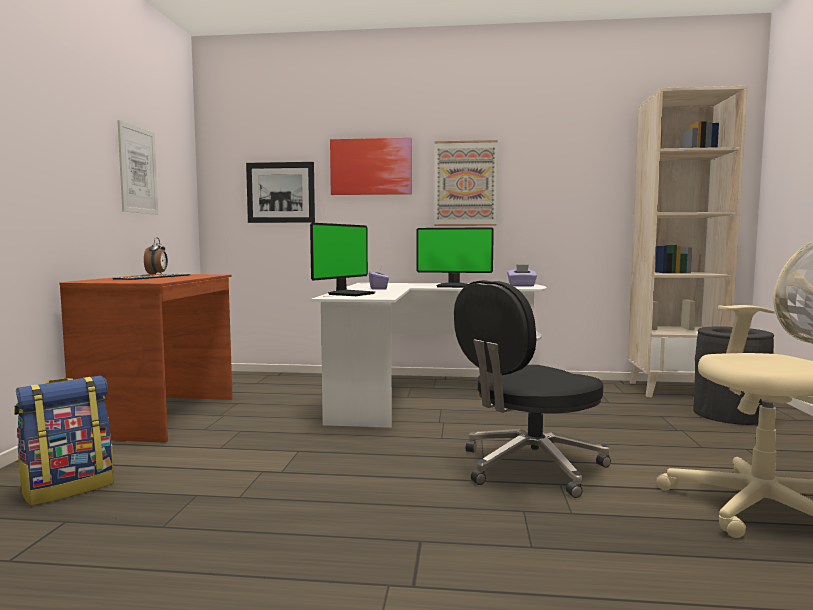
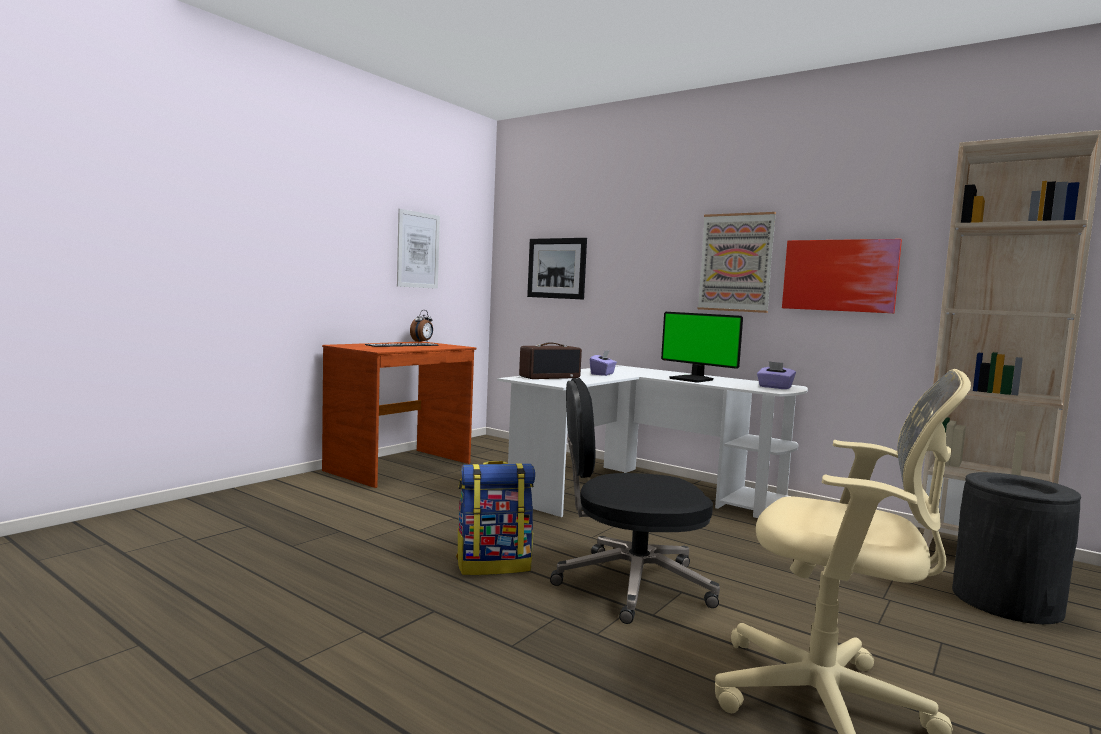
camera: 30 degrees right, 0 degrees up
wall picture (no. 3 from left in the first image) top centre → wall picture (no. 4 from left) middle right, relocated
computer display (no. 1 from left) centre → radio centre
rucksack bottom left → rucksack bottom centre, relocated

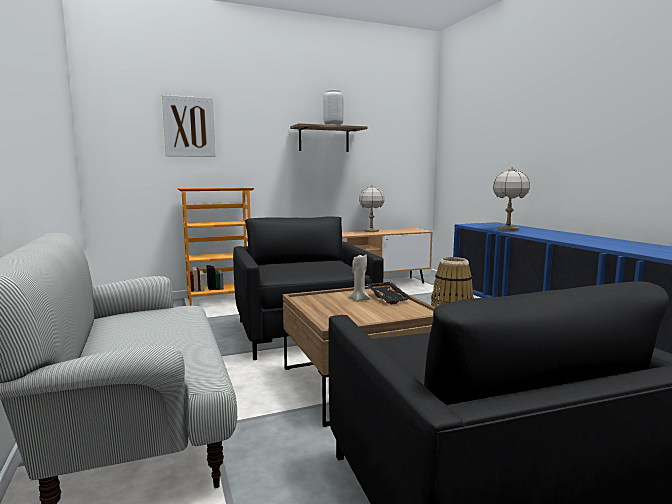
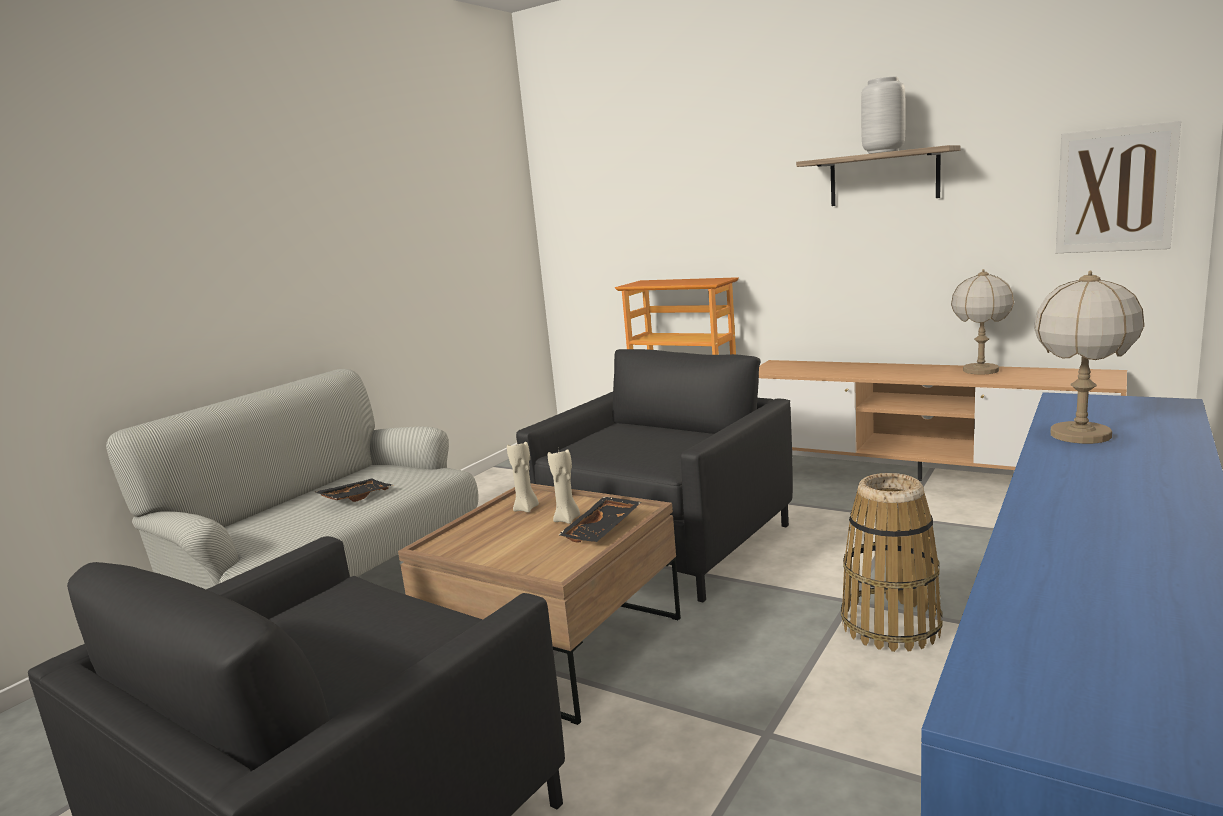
camera: 55 degrees right, 5 degrees up
wall picture top left → wall picture top right, relocated
- → candle/beige-coloured (no. 1 from left) centre
- → serving tray/black-coloured (no. 1 from left) middle left

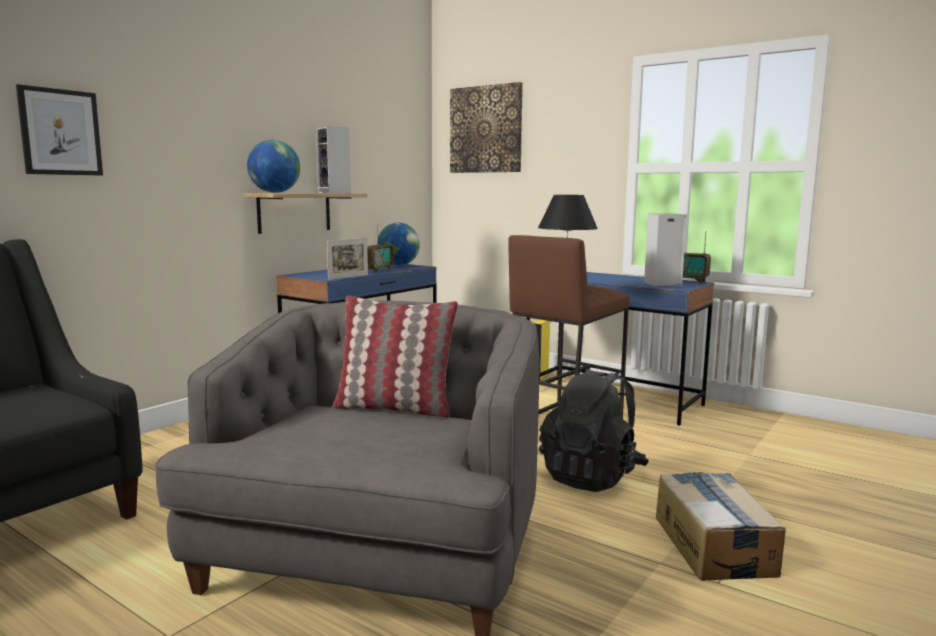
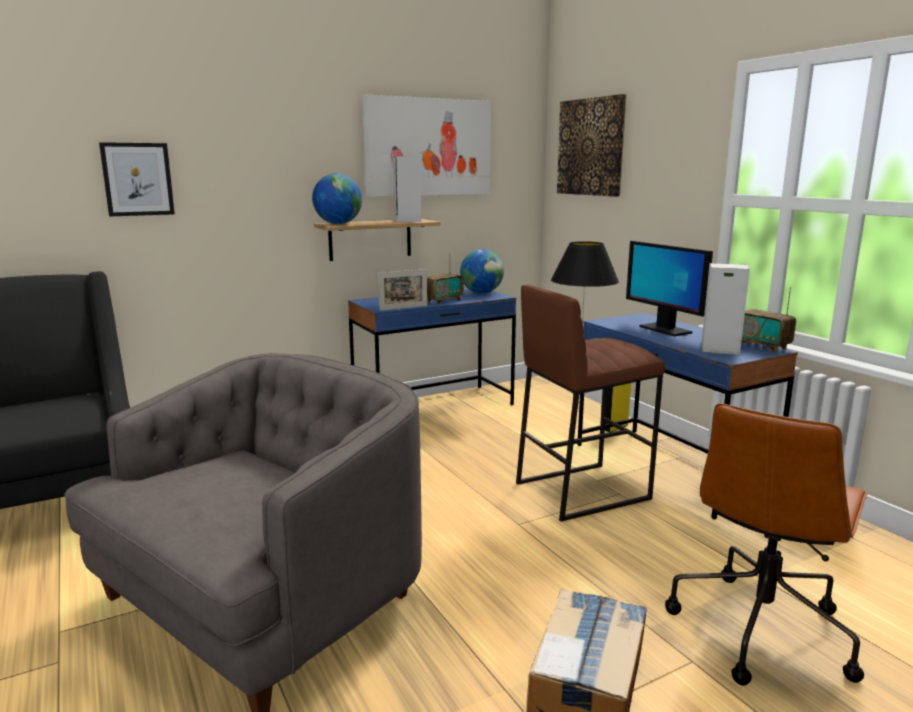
camera: 25 degrees right, 5 degrees up
throw pillow centre → -
rucksack/black-coloured bottom centre → -
- → wall picture (no. 2 from left) top centre
- → computer display middle right
- → desk chair/brown-coloured bottom right

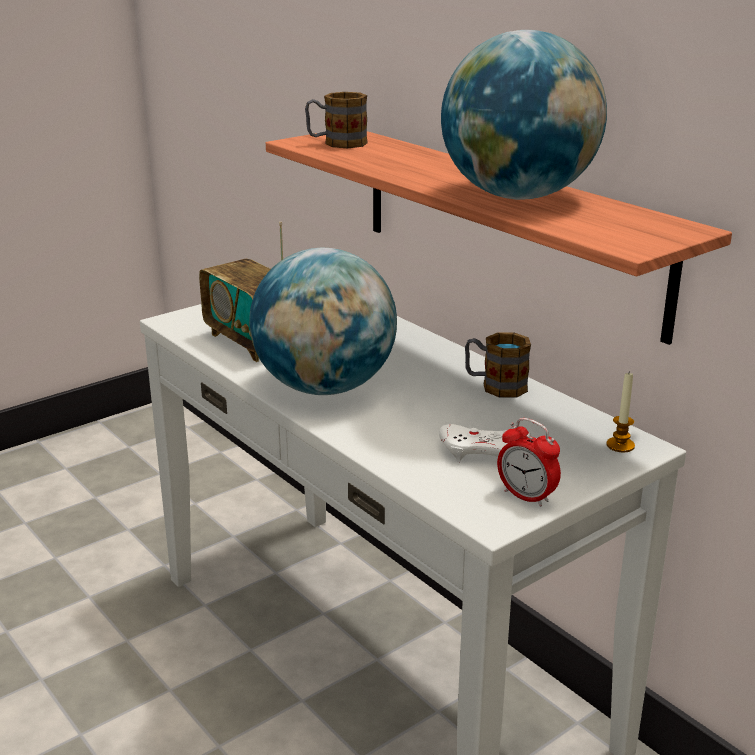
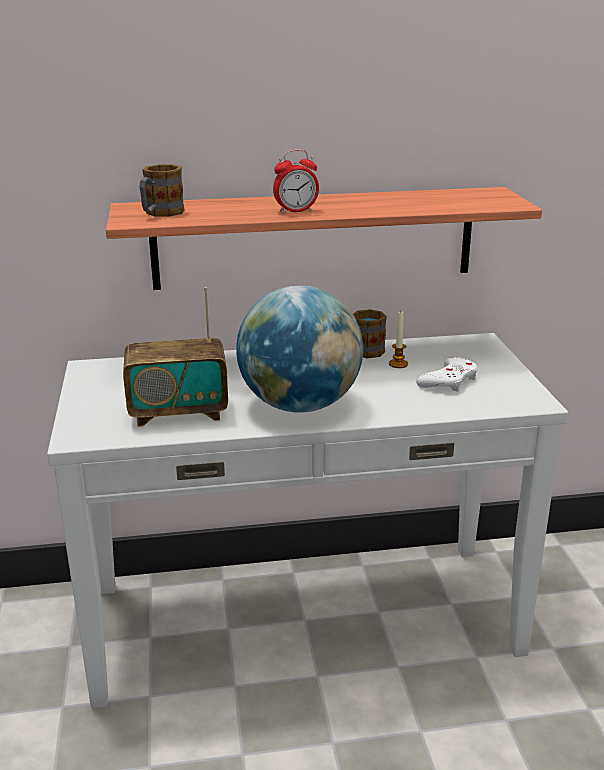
camera: 60 degrees left, 0 degrees up
world globe (no. 2 from left) top right → -
candle middle right → candle centre, relocated
bedside clock middle right → bedside clock top centre, relocated

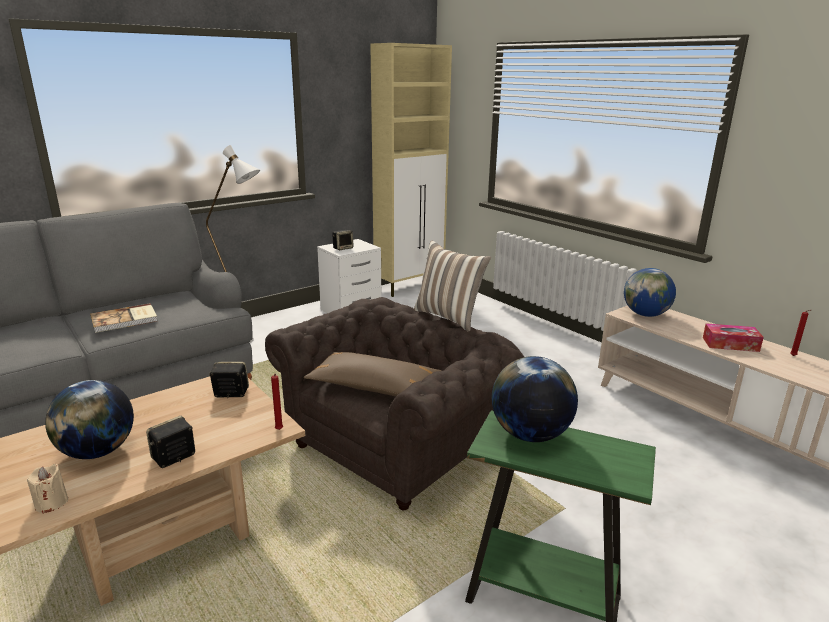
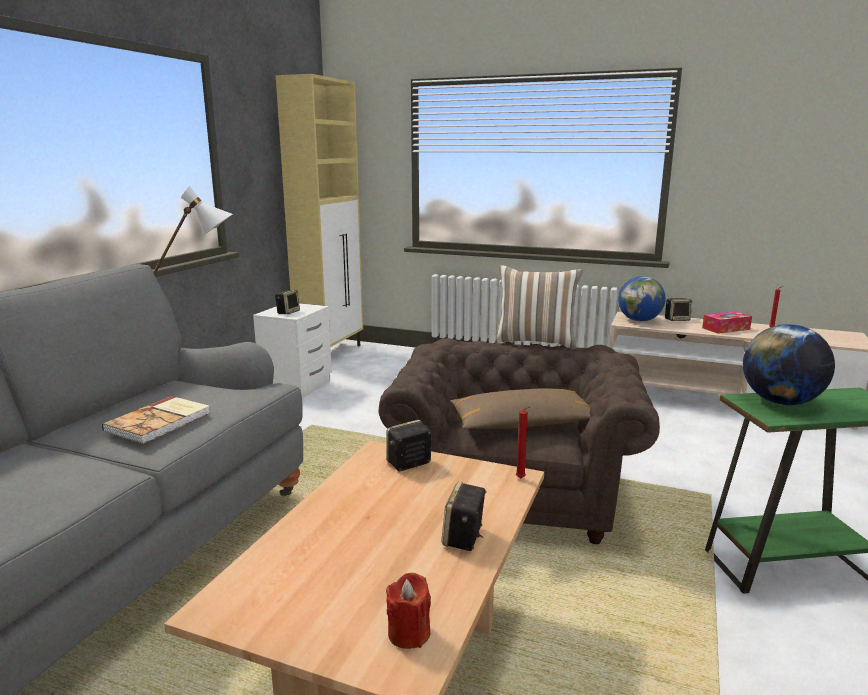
camera: 30 degrees left, 5 degrees down
world globe (no. 1 from left) bottom left → -
candle/beige-coloured bottom left → candle/reddish (no. 1 from left) bottom centre
- → loudspeaker (no. 4 from left) middle right

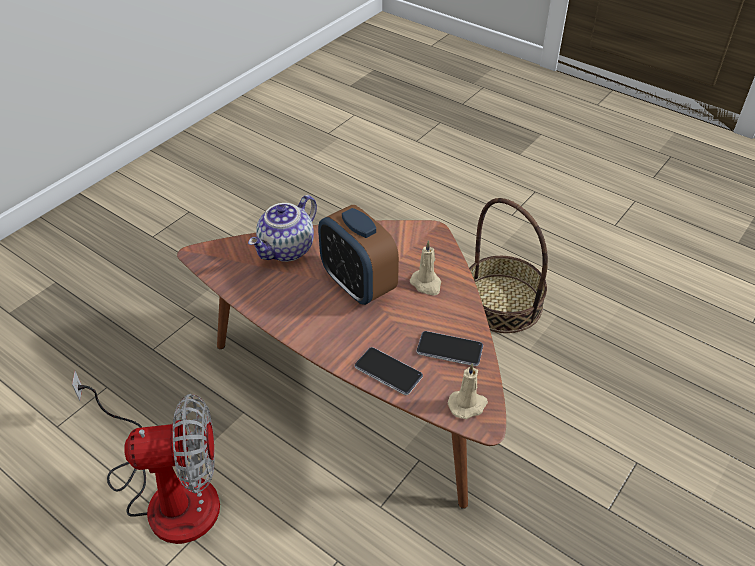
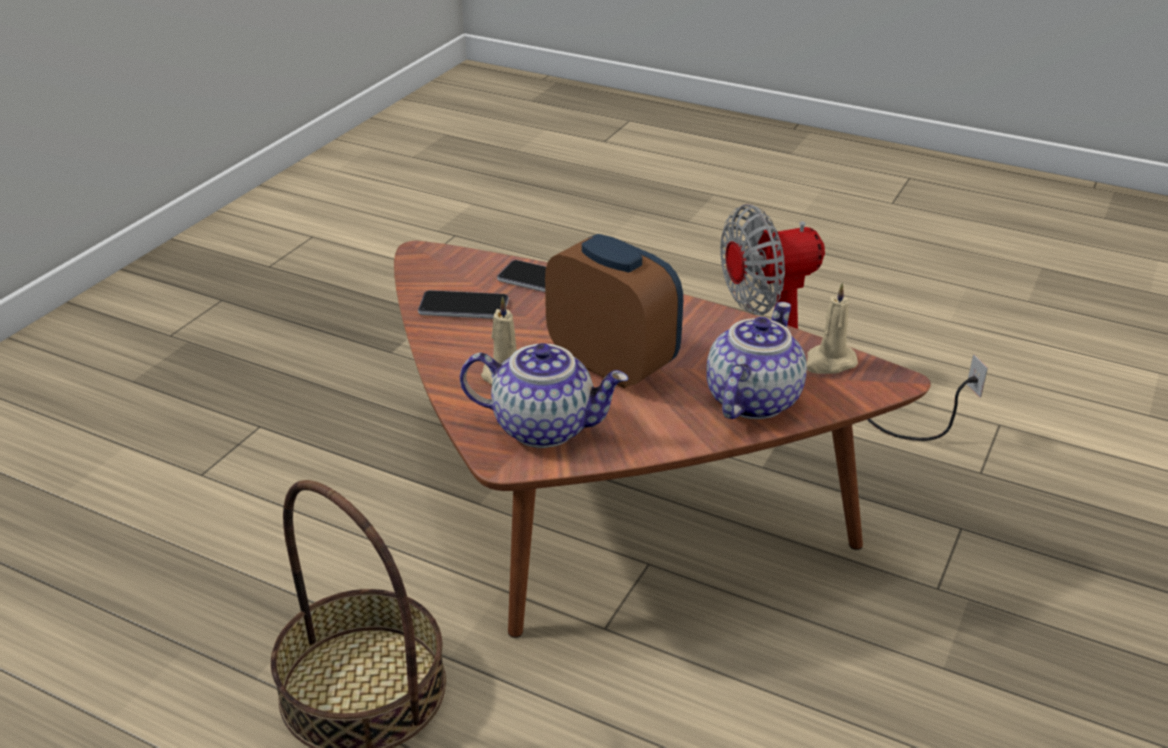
camera: 170 degrees right, 10 degrees down
candle/beige-coloured (no. 2 from left) bottom centre → candle/beige-coloured (no. 2 from left) middle right, relocated
- → pot for tea (no. 1 from left) centre

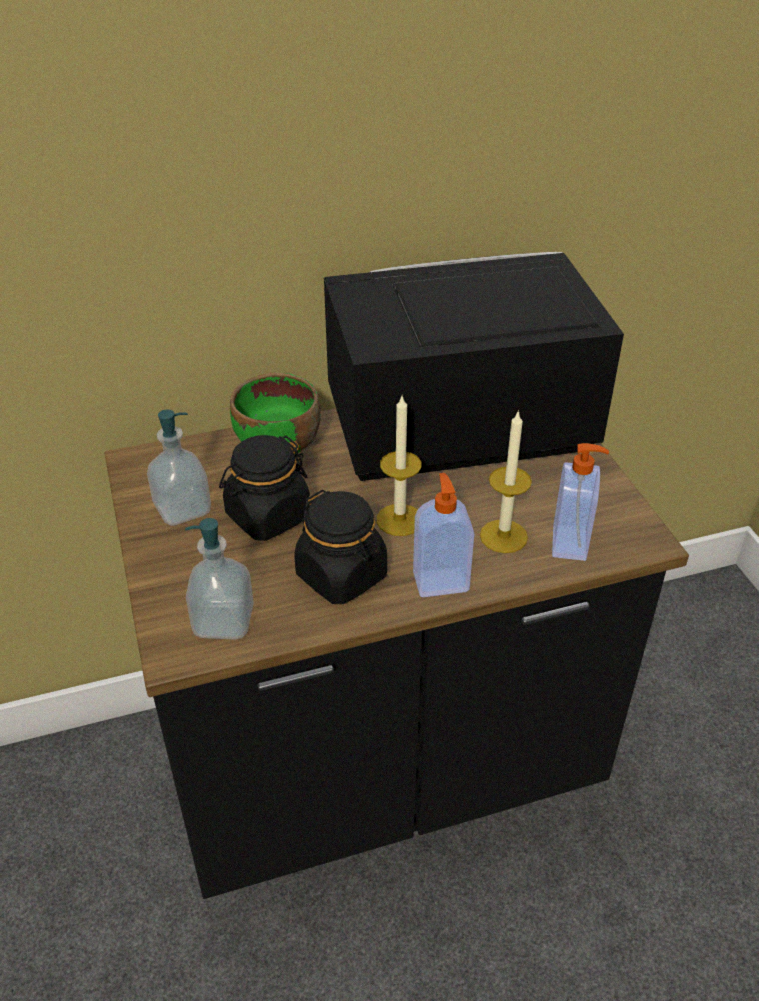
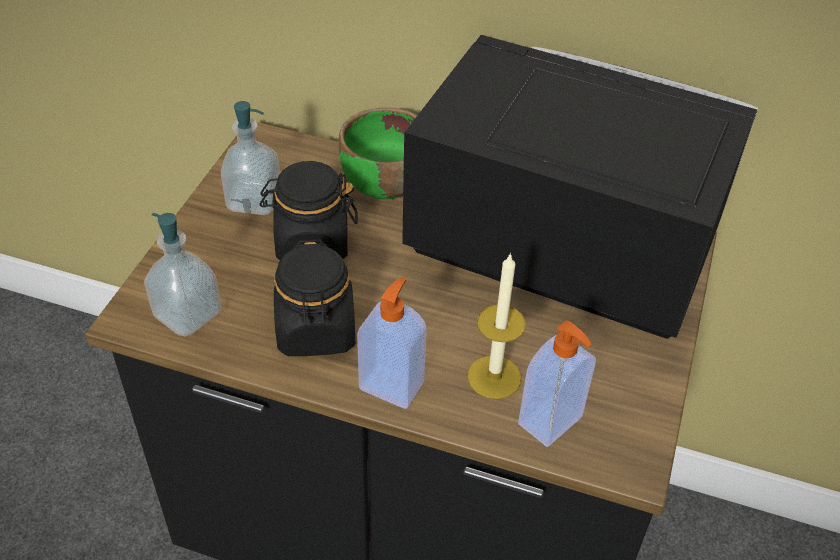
camera: 35 degrees right, 5 degrees up
candle (no. 1 from left) centre → -

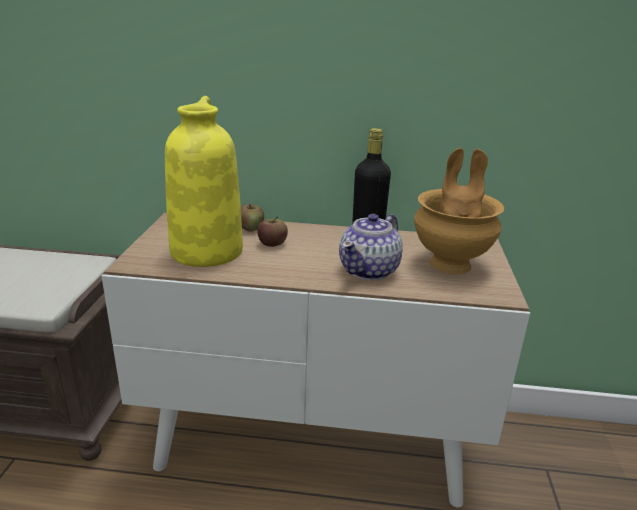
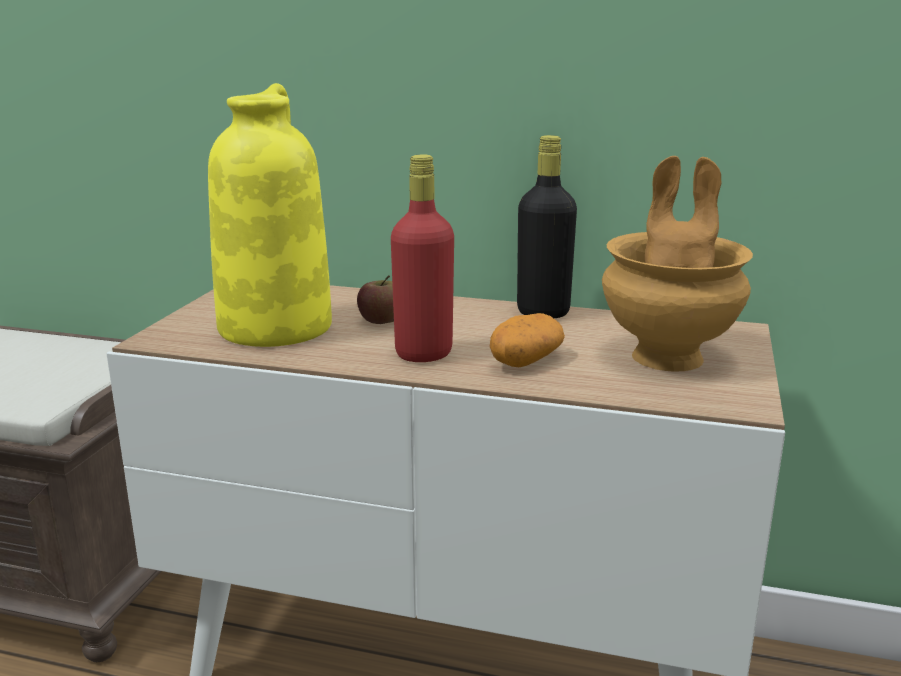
camera: 10 degrees right, 5 degrees down
apple fruit (no. 1 from left) centre → -
pot for tea centre → whole potato centre
- → beverage bottle/reddish centre

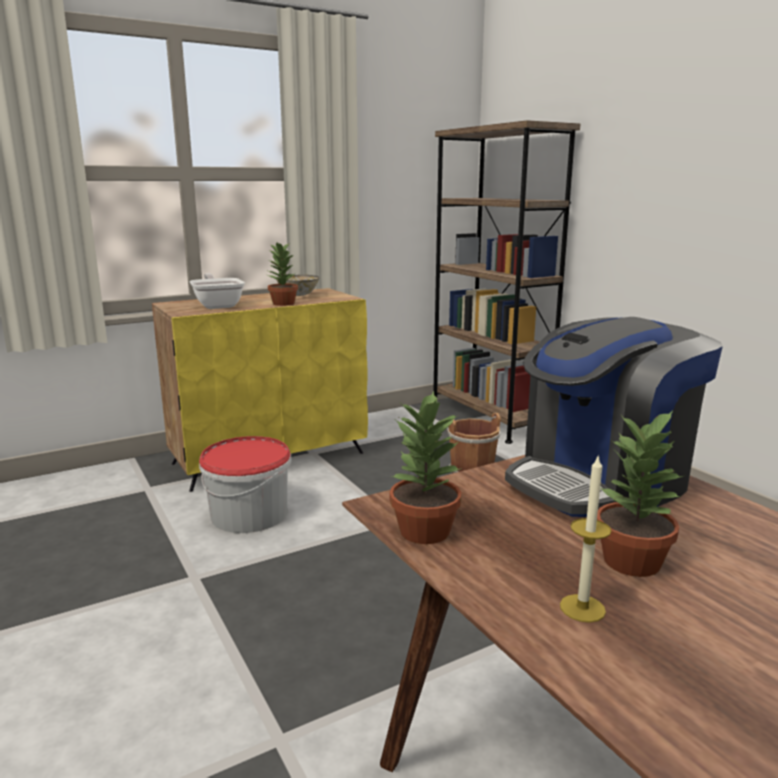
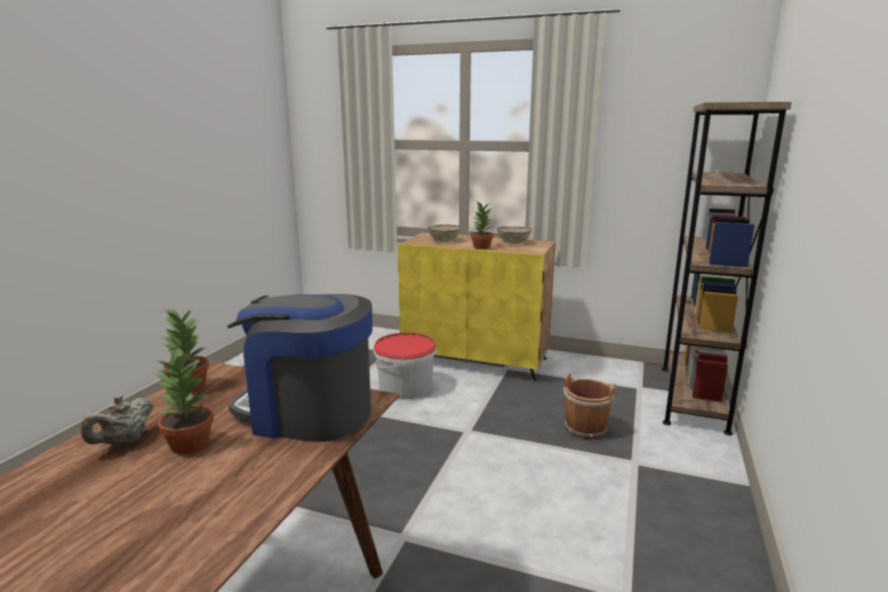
camera: 50 degrees right, 0 degrees up
skillet middle left → serving bowl (no. 1 from left) centre
candle bottom right → pot for tea/beige-coloured bottom left

